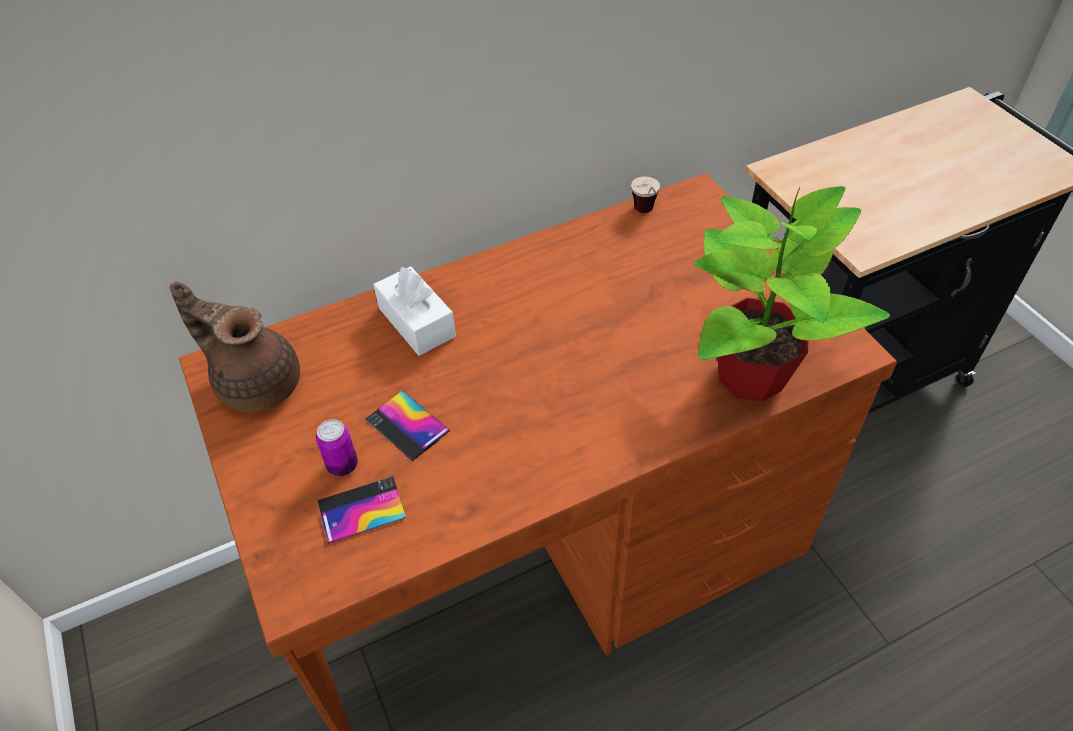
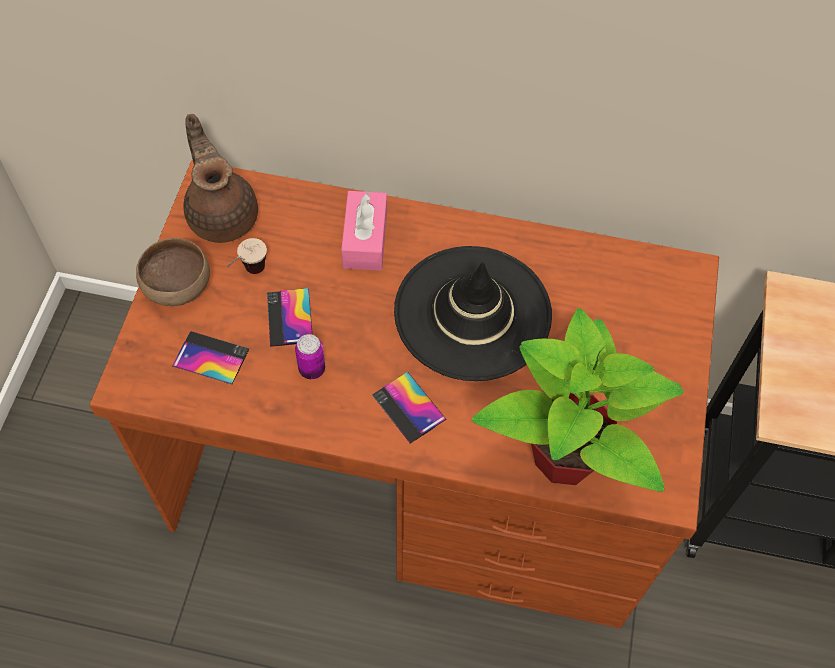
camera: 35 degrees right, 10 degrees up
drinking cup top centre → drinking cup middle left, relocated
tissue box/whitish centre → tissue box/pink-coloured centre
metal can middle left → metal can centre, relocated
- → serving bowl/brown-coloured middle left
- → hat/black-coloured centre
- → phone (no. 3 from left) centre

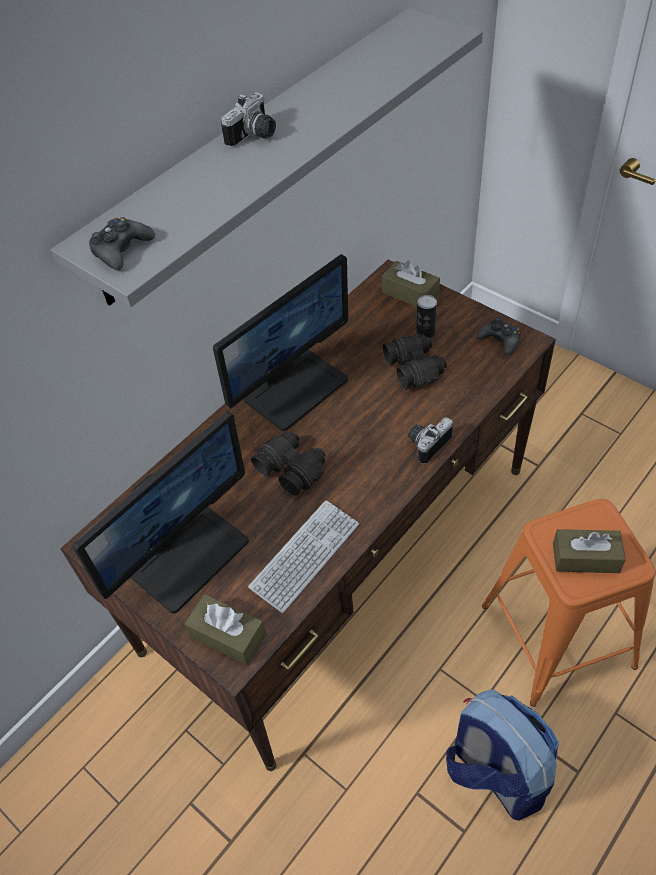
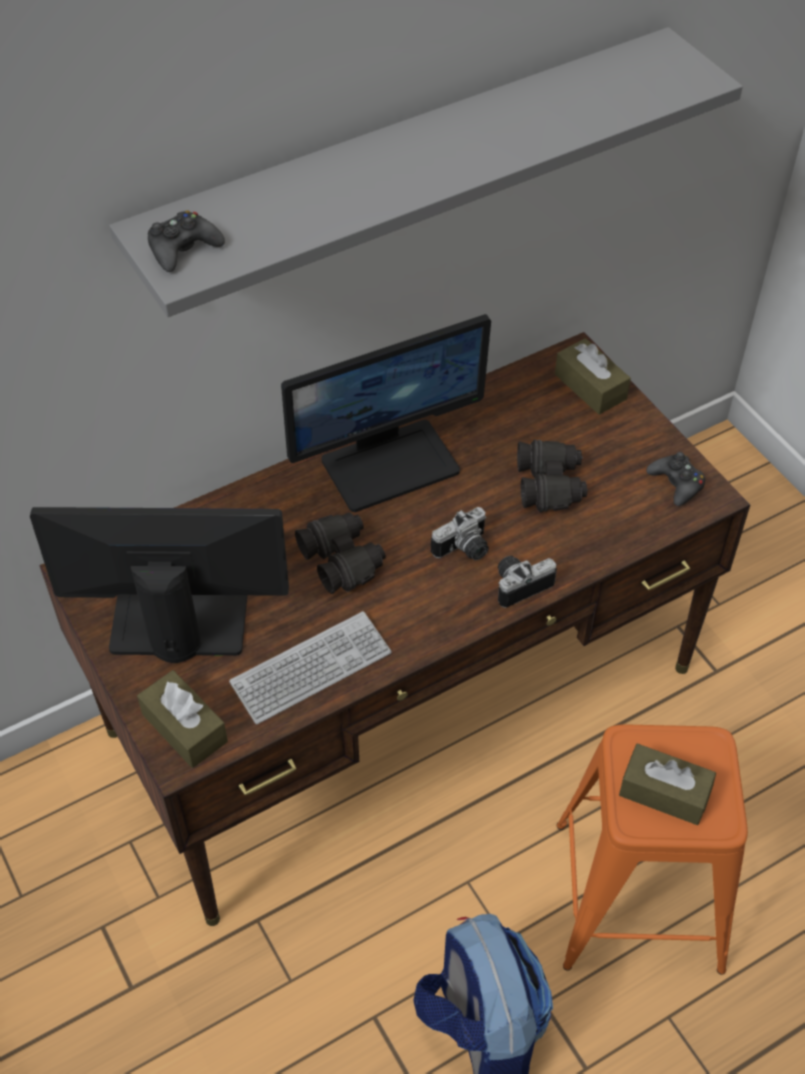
camera: 15 degrees right, 0 degrees up
photo camera (no. 1 from left) top centre → photo camera (no. 1 from left) centre, relocated
metal can centre → -
computer display (no. 1 from left) middle left, 150 degrees counterclockwise

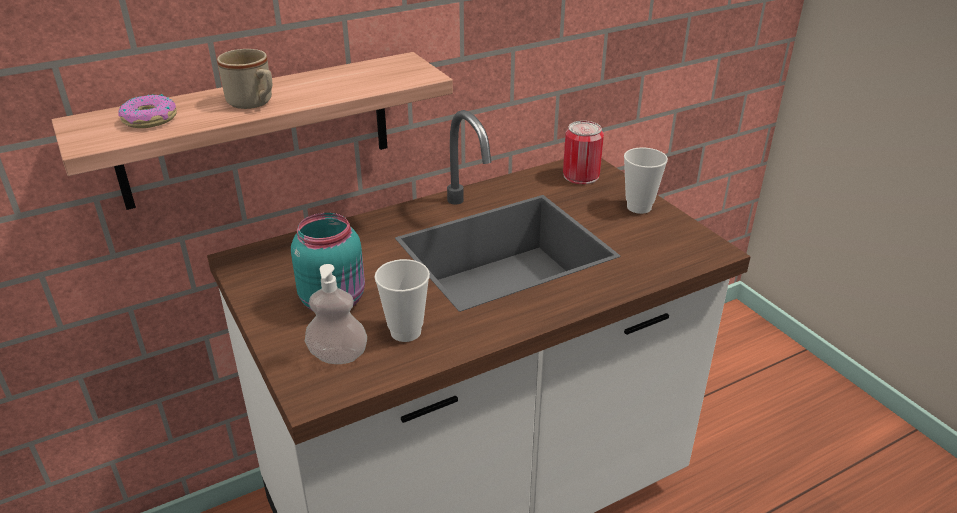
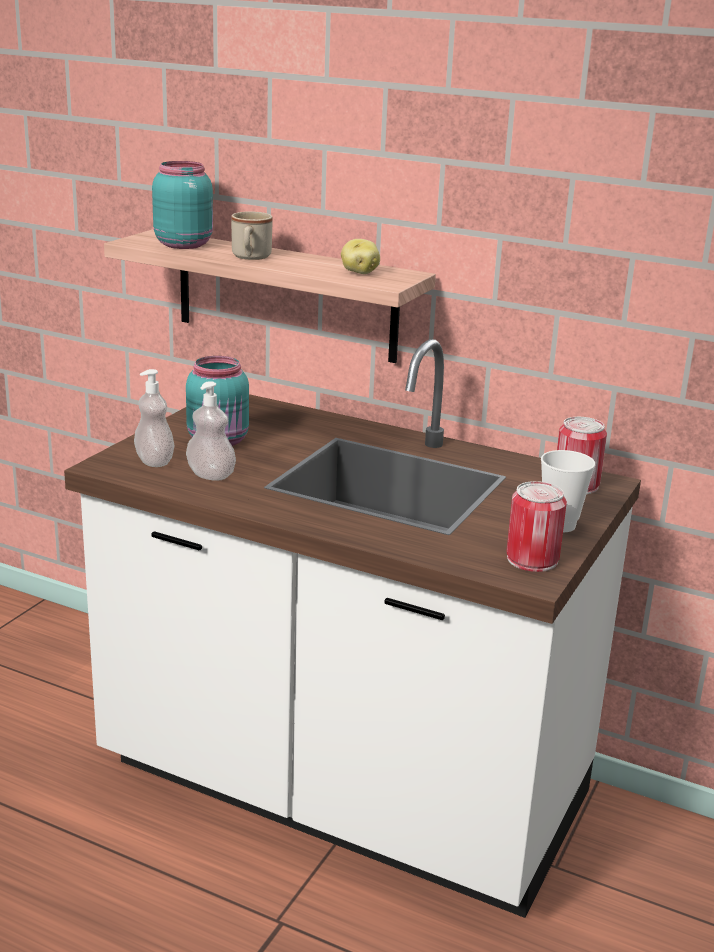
camera: 55 degrees right, 10 degrees down
ring doughnut top left → jar/blue-green (no. 1 from left) top left
drinking cup (no. 1 from left) centre → soap dispenser (no. 2 from left) middle left
- → whole potato top centre
- → metal can (no. 1 from left) middle right

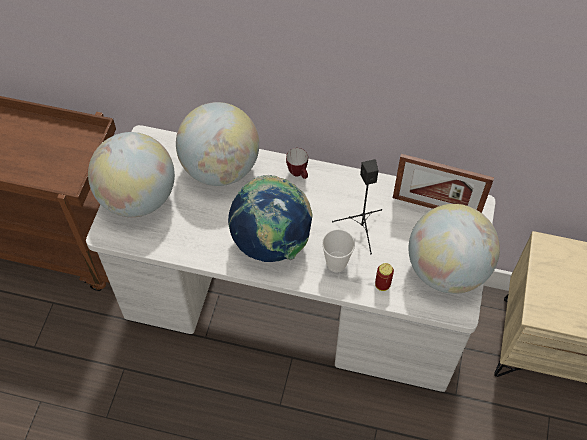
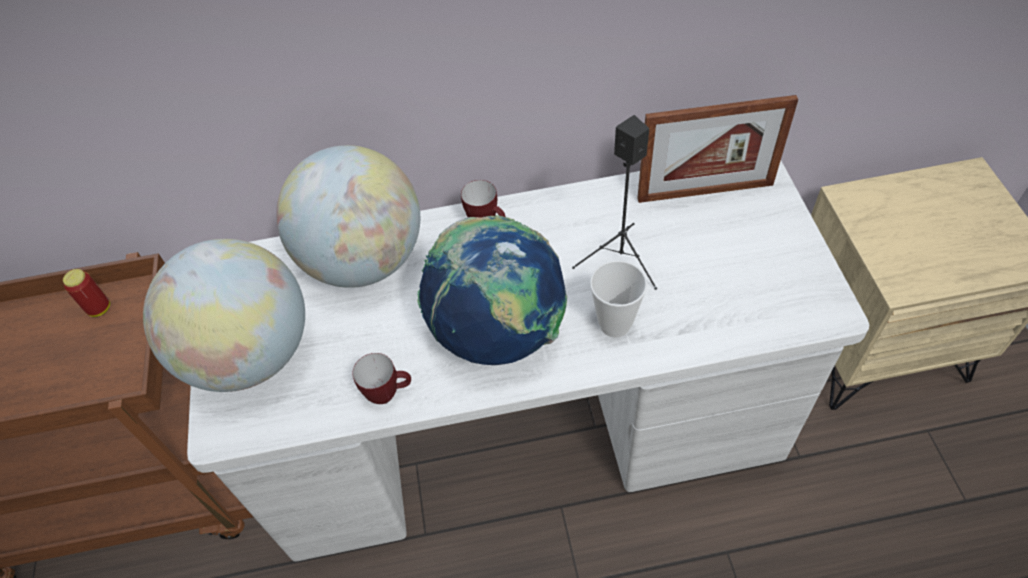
camera: 20 degrees left, 5 degrees down
world globe (no. 4 from left) middle right → -
metal can centre → metal can middle left, relocated
- → mug (no. 1 from left) centre

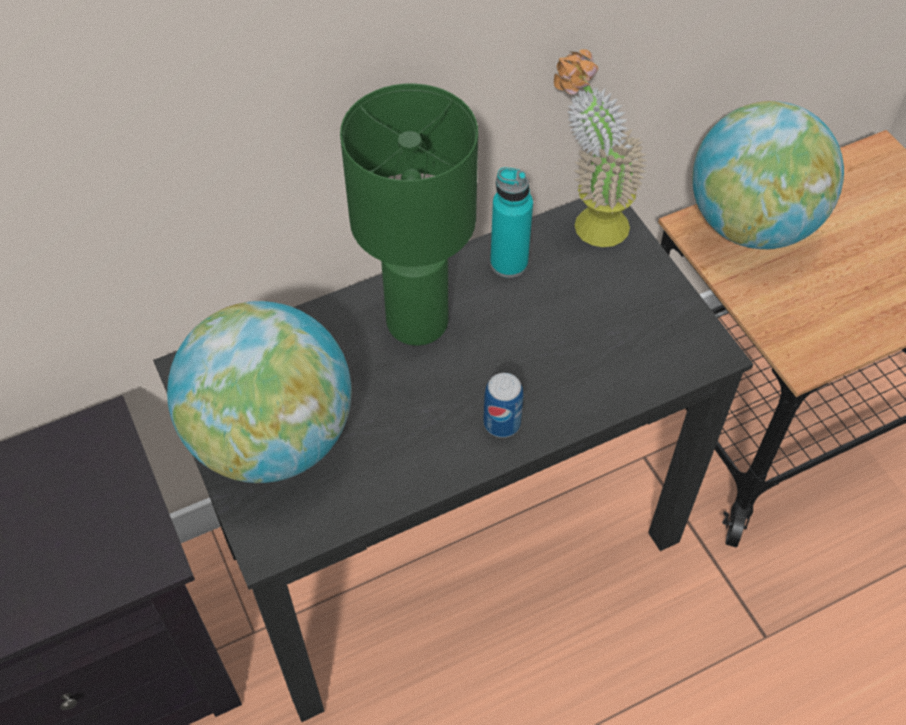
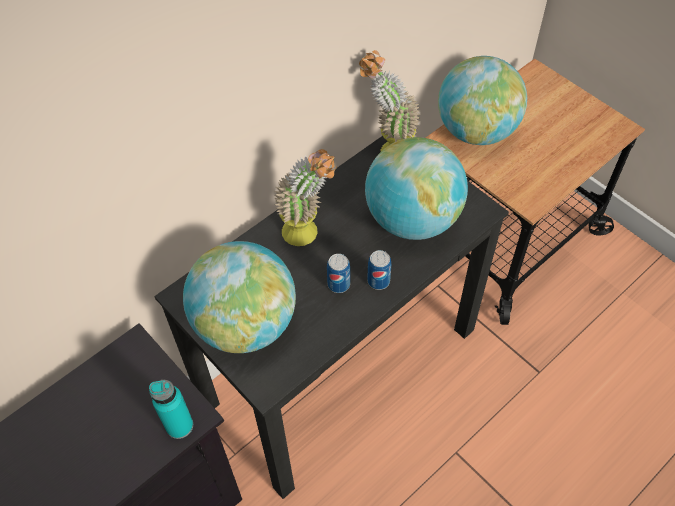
camera: 15 degrees left, 0 degrees up
tabletop lamp/green-coloured top centre → potted plant (no. 1 from left) centre
beverage bottle/blue-green top centre → beverage bottle/blue-green bottom left, relocated
- → world globe (no. 2 from left) centre
- → metal can (no. 1 from left) centre

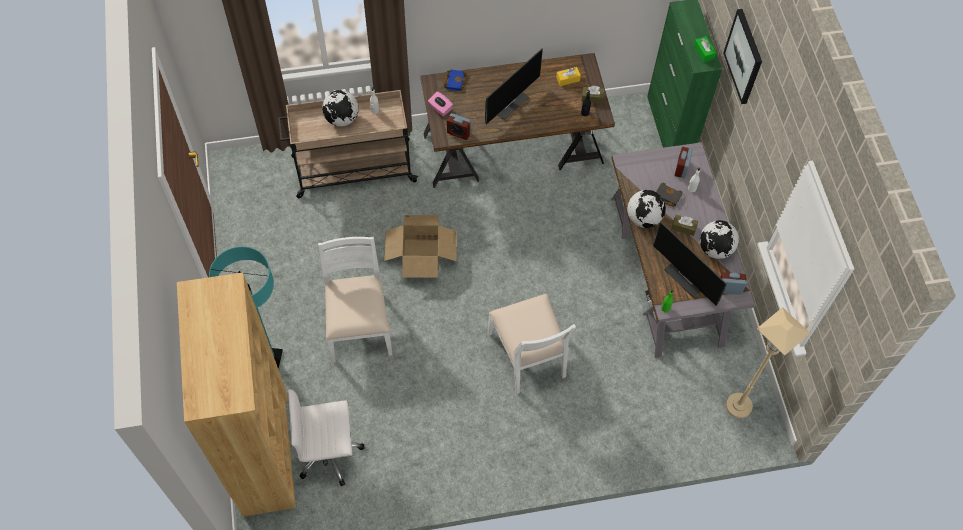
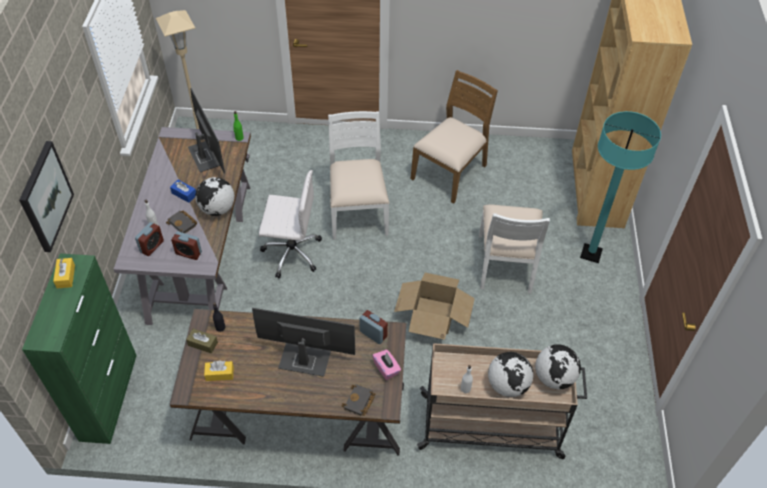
camera: 165 degrees left, 10 degrees down
tissue box/green-coloured top right → tissue box/yellow-coloured (no. 1 from left) middle left
computer display (no. 1 from left in the first image) top centre → computer display (no. 2 from left) bottom centre, 45 degrees clockwise
book/blue-coloured top centre → book/black-coloured (no. 2 from left) bottom centre
tissue box/brown-coloured (no. 2 from left) middle right → tissue box/blue-coloured middle left
world globe (no. 3 from left) middle right → world globe (no. 3 from left) bottom right, relocated
bedside clock (no. 3 from left in the first image) middle right → bedside clock (no. 2 from left) middle left, relocated
desk chair/whitish bottom centre → desk chair/whitish centre, relocated
- → chair/brown-coloured top centre

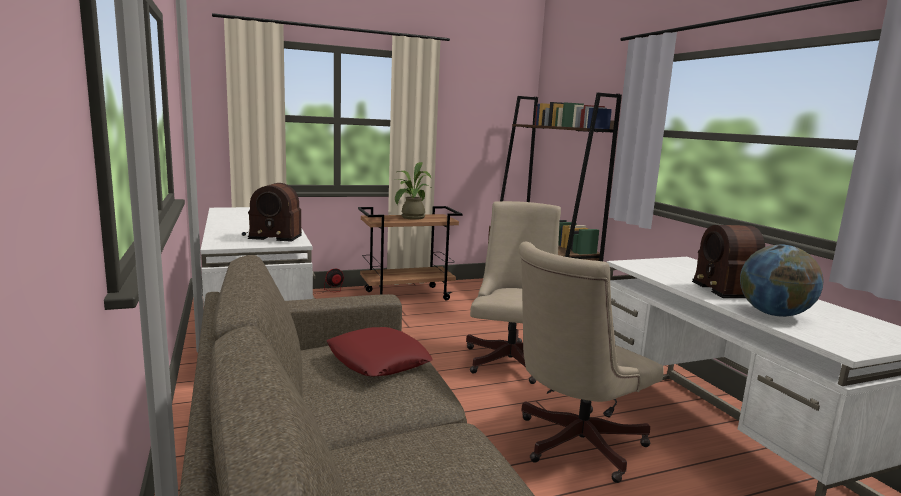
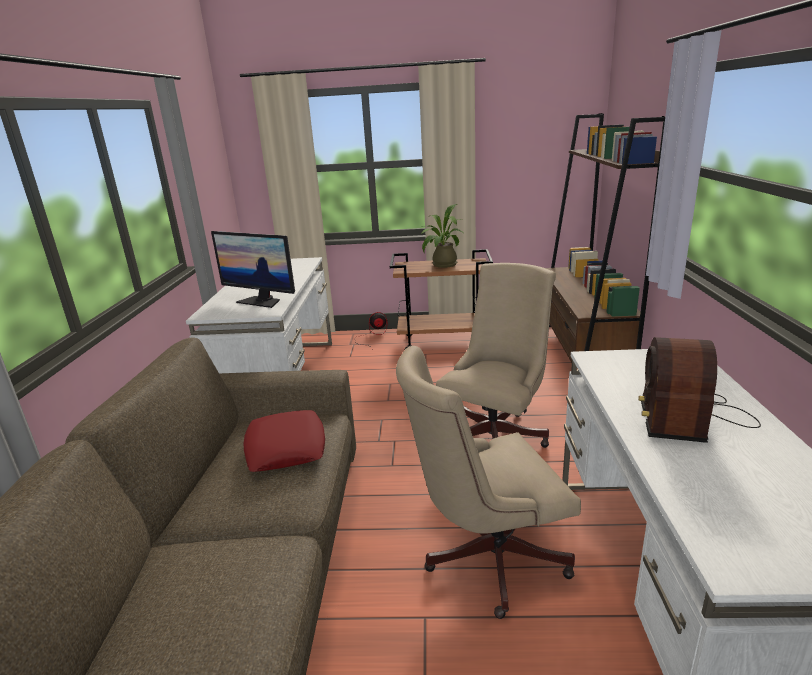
camera: 25 degrees right, 10 degrees up
radio (no. 1 from left) middle left → computer display middle left
world globe middle right → -

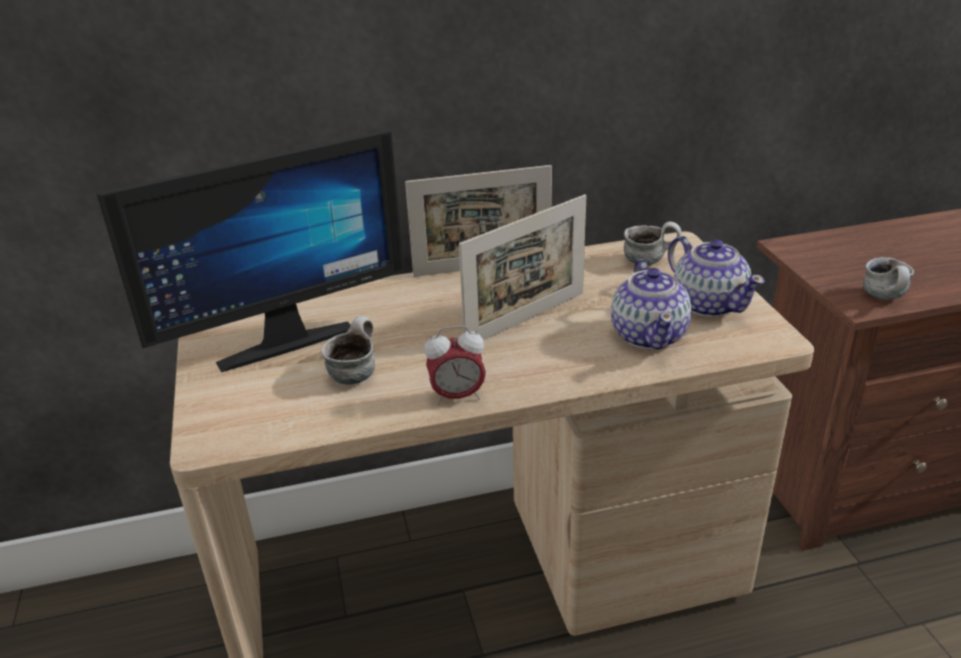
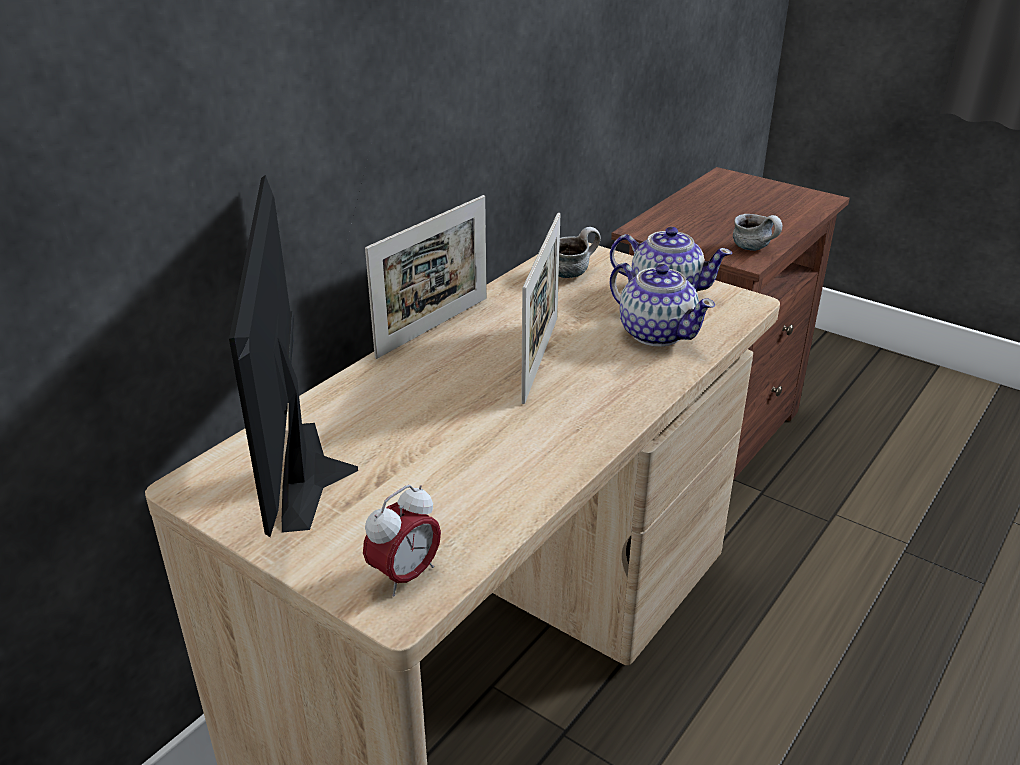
camera: 40 degrees left, 0 degrees up
computer display middle left, 150 degrees clockwise
mug (no. 1 from left) centre → -
bedside clock centre → bedside clock bottom centre, relocated

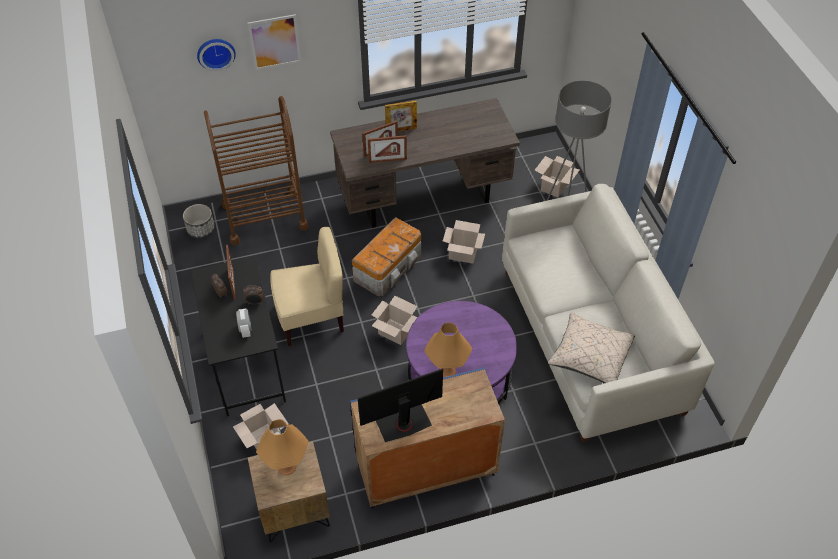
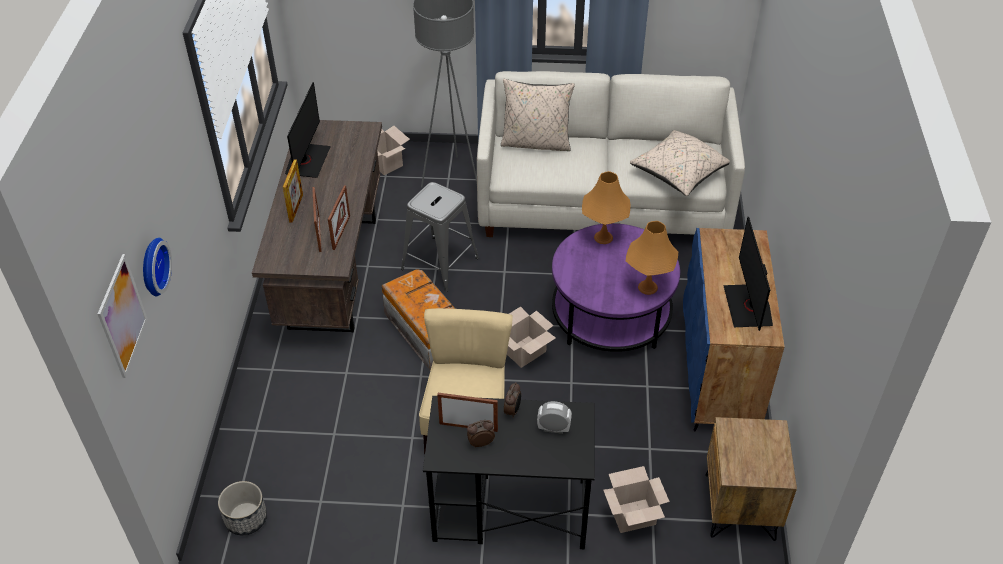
camera: 70 degrees left, 5 degrees down
wall picture top left → wall picture middle left, relocated
cart/brown-coloured top left → -
packing box (no. 3 from left) centre → stool/greyish centre
tabletop lamp/orange (no. 1 from left) bottom centre → tabletop lamp/orange (no. 1 from left) centre, relocated
- → throw pillow/beige-coloured (no. 1 from left) top centre
- → computer display (no. 1 from left) top left

